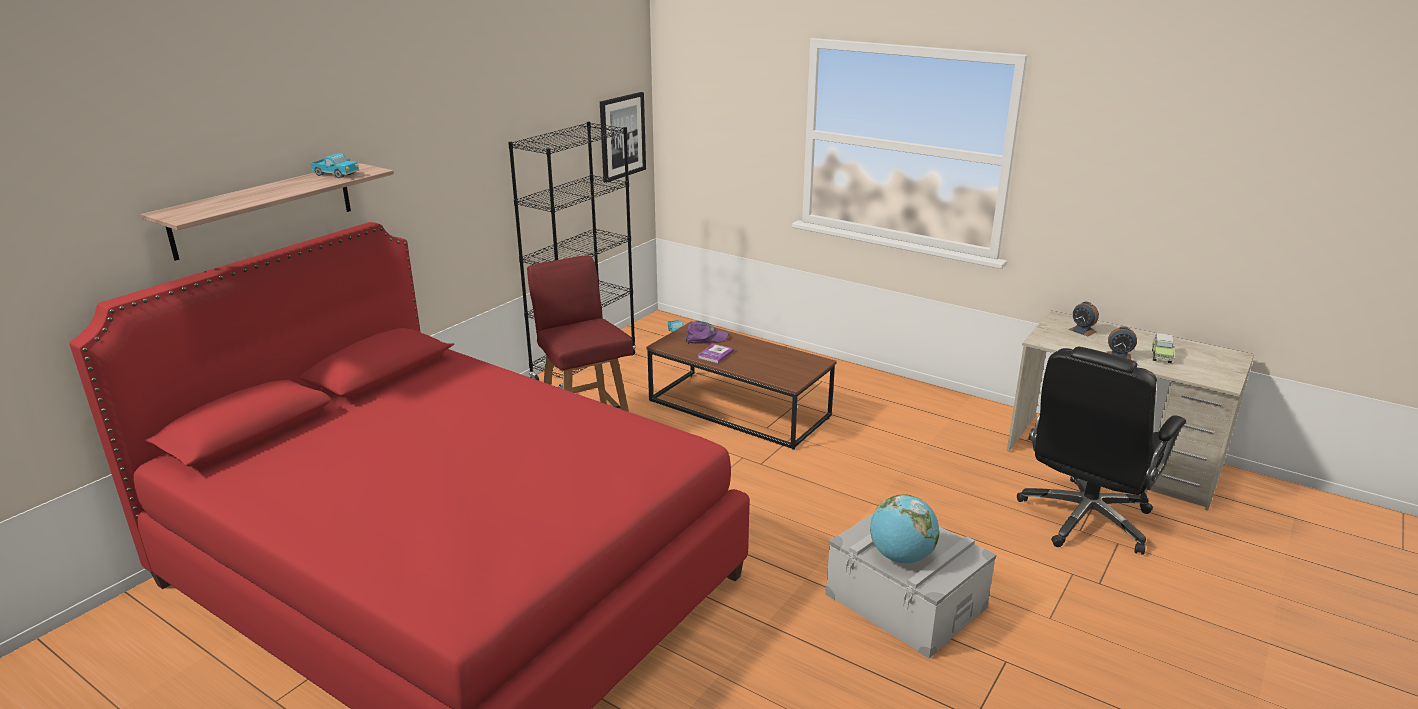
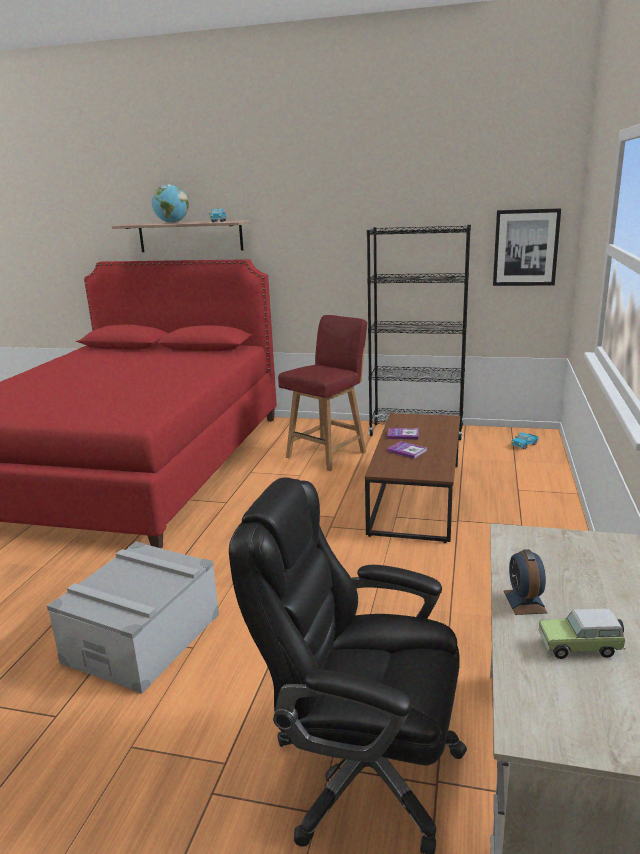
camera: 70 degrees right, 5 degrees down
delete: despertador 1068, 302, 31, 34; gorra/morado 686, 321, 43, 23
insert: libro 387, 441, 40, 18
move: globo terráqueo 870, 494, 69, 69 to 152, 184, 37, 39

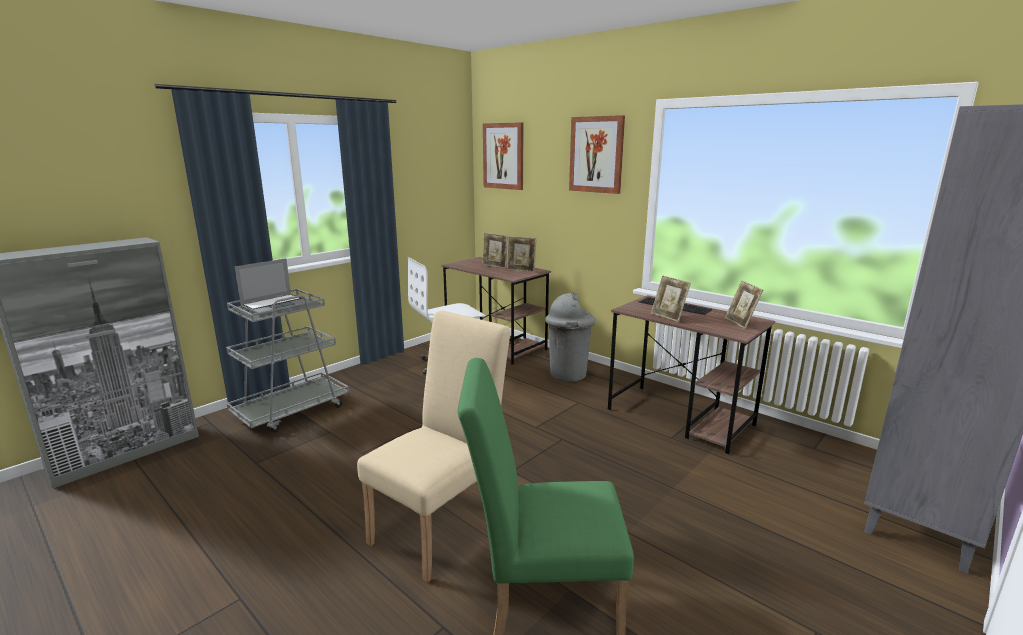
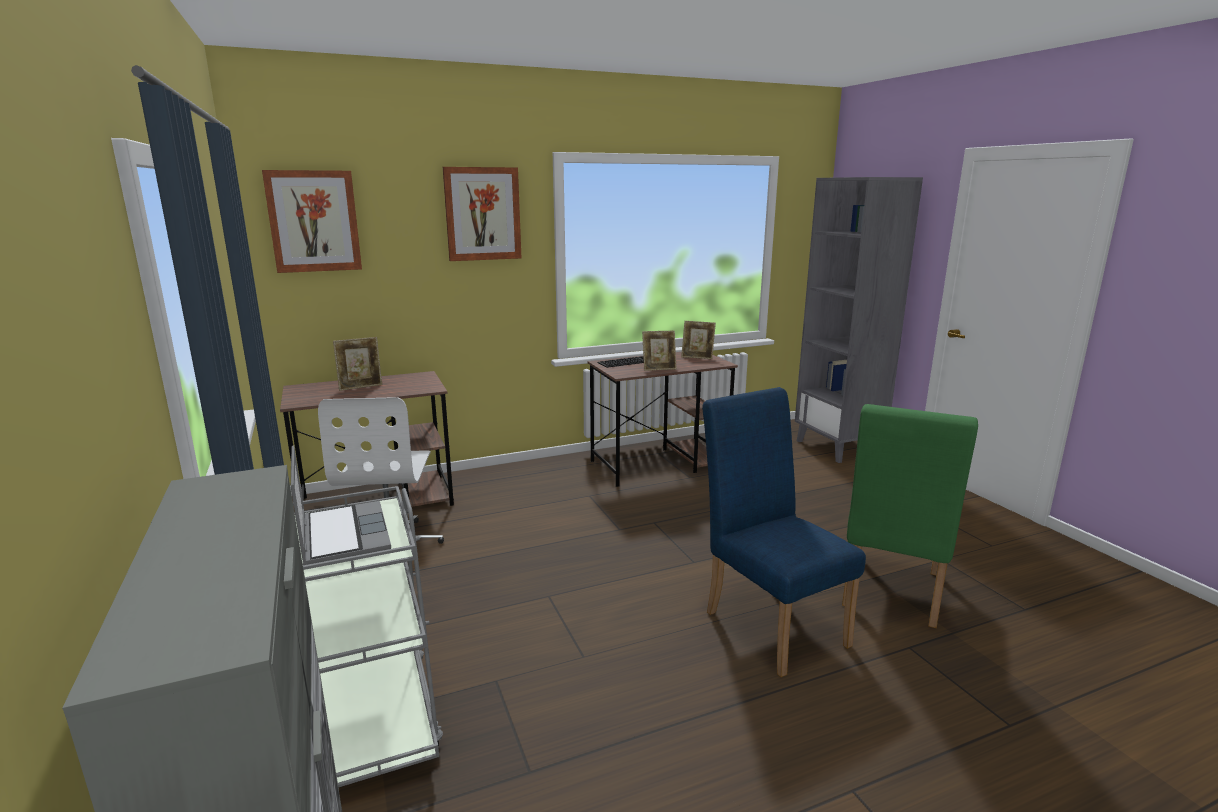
camera: 65 degrees left, 0 degrees up
delete: portarretratos 507, 236, 29, 36; papelera/gris 545, 292, 50, 90
recolor: silla/beis 357, 311, 154, 272 to silla/azul 702, 387, 164, 290

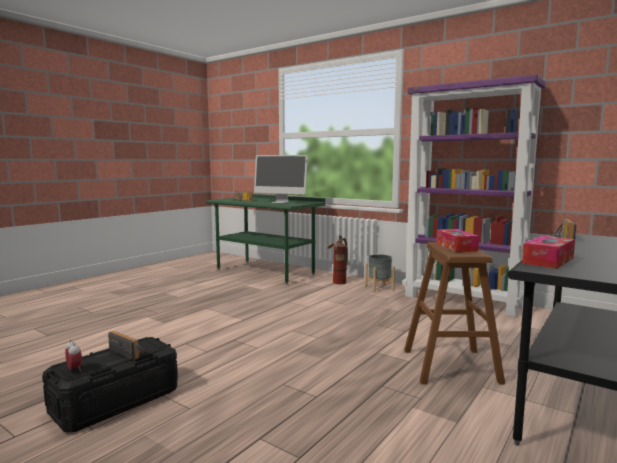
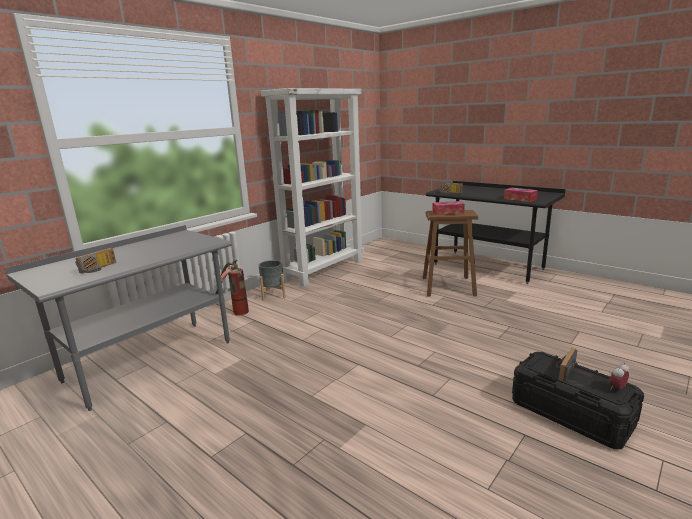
camera: 85 degrees left, 10 degrees up
delete: monitor 254, 155, 54, 48
recolor: estantería/morado 403, 74, 143, 243 to estantería/blanco 260, 88, 104, 199; escritorio/verde 206, 194, 119, 91 to escritorio/gris 5, 225, 227, 186

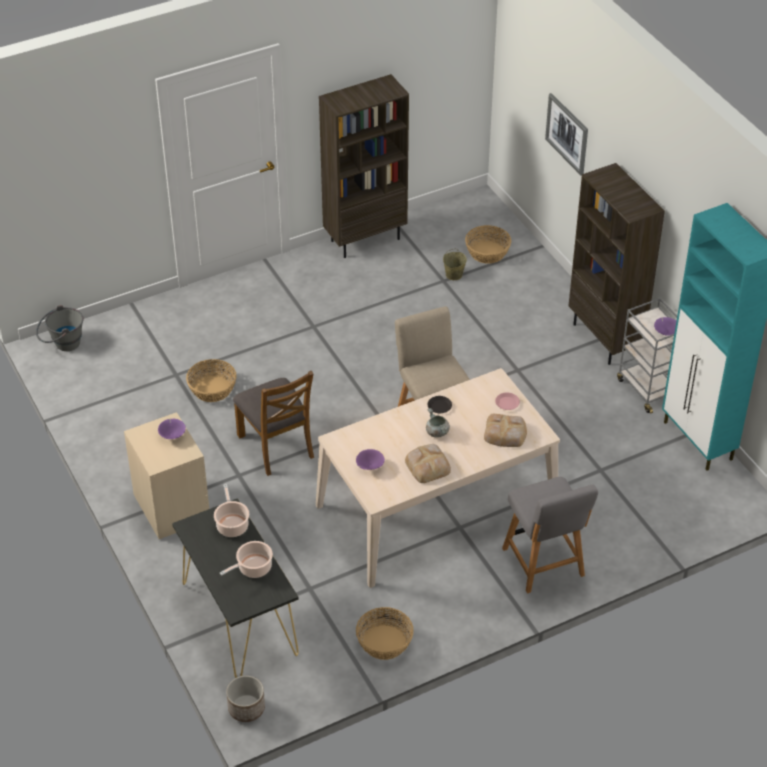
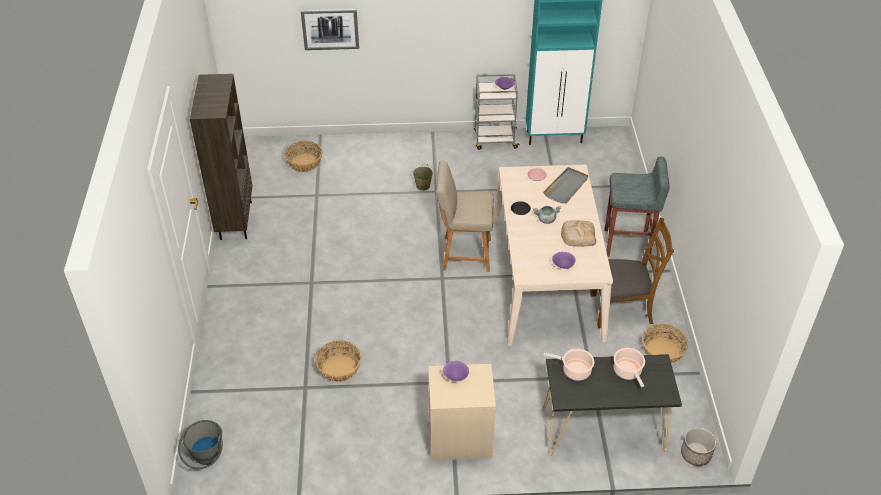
camera: 65 degrees left, 0 degrees up
delete: estantería/marrón 569, 163, 96, 202
move: cubo/beis 443, 249, 24, 31 to 413, 166, 20, 25; silla/marrón 233, 371, 81, 105 to 590, 218, 84, 110
replace: pan 484, 414, 43, 33 to bandeja/gris 543, 167, 45, 37; silla/gris 502, 477, 96, 116 to taburete/gris 605, 157, 64, 100

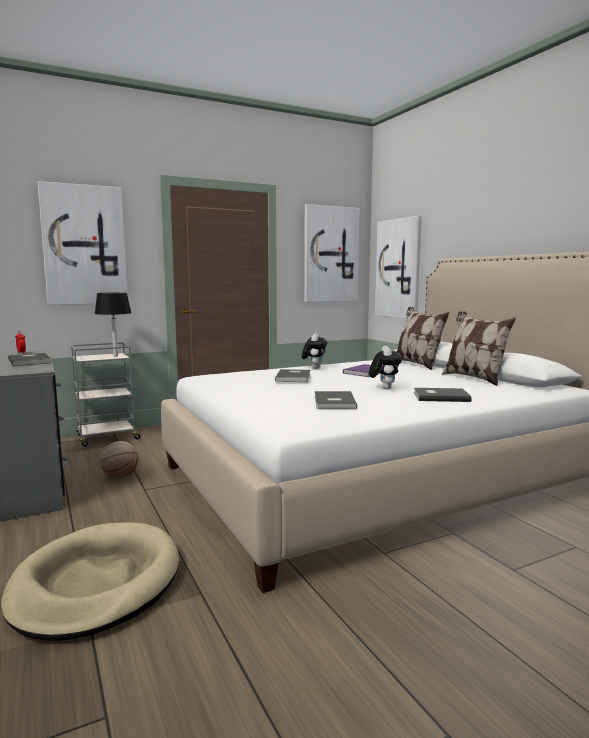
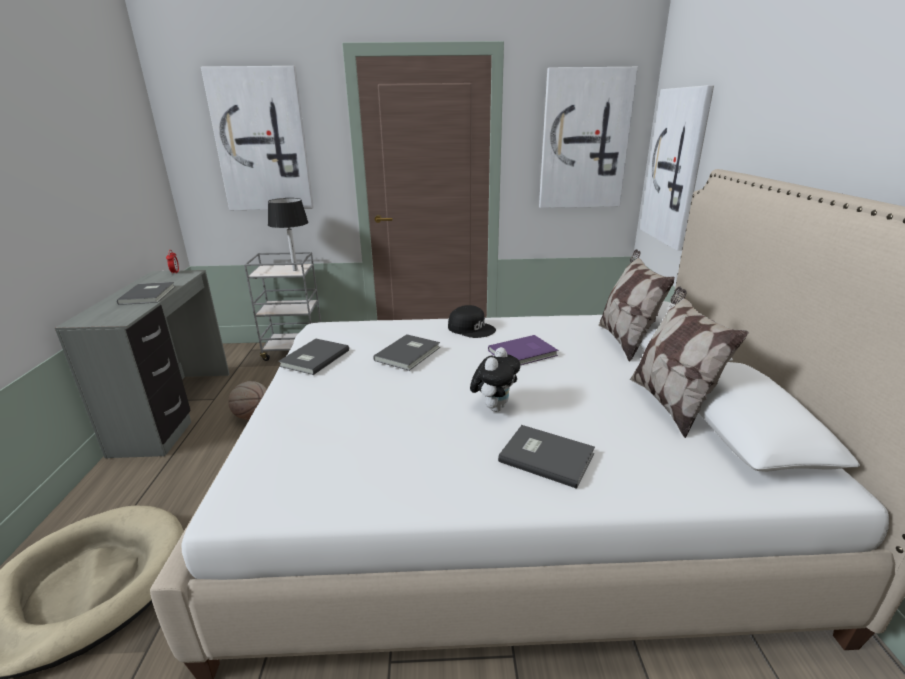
camera: 25 degrees right, 15 degrees up
move: libro/gris 315, 391, 42, 18 to 278, 339, 71, 36
replace: peluche 302, 333, 25, 36 to gorra/negro 448, 305, 48, 33

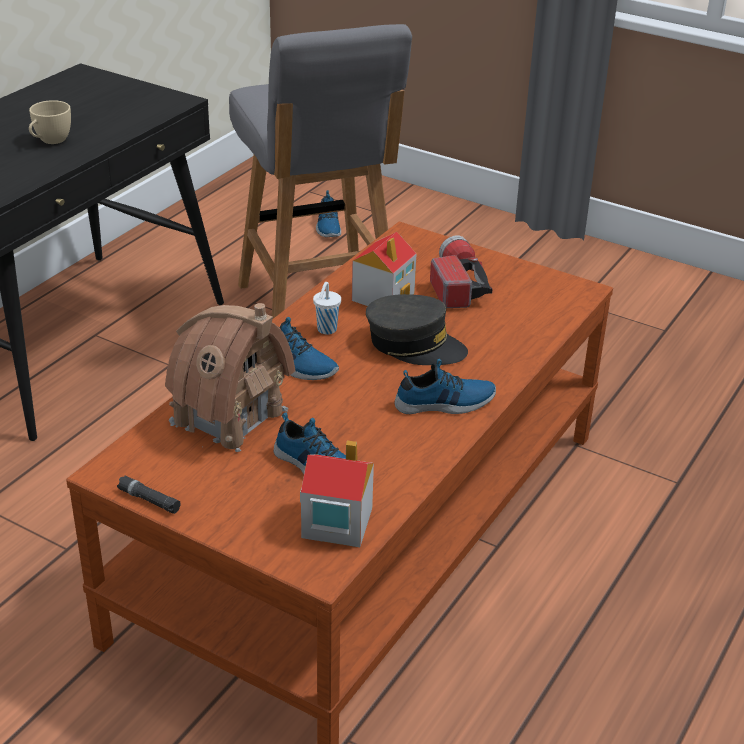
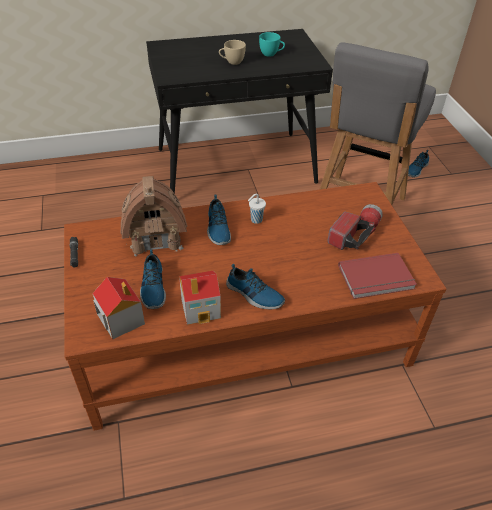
camera: 45 degrees right, 10 degrees up
delete: gorra/gris 366, 294, 102, 71
insert: taza/turquesa 259, 32, 26, 25; libro/rojo 338, 253, 79, 46
move: casita 352, 232, 64, 74 to 179, 271, 42, 54

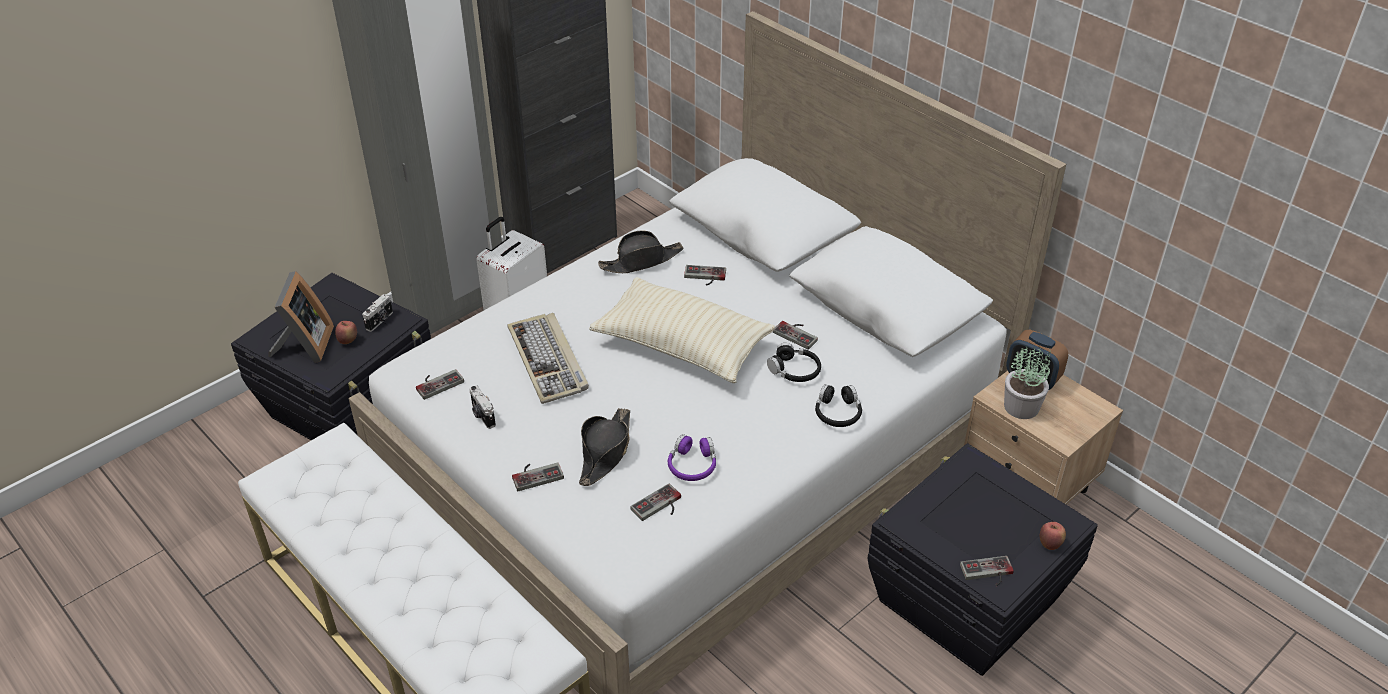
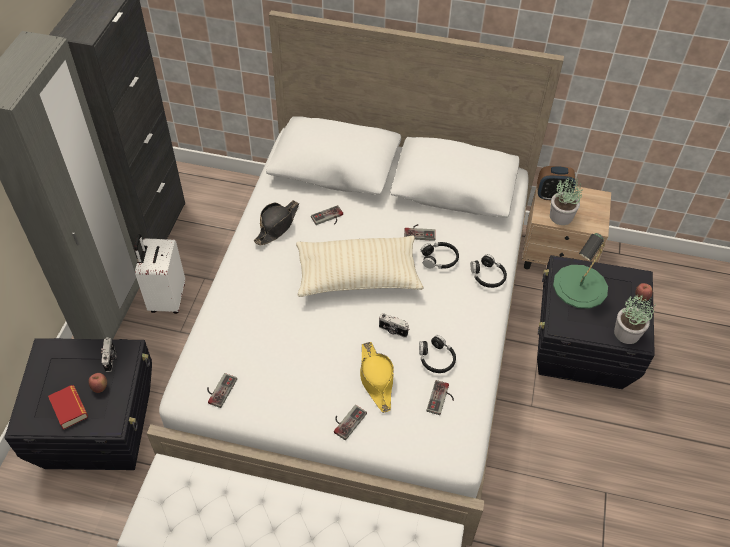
camera: 35 degrees left, 10 degrees up
delete: teclado 507, 313, 82, 91
insert: lámpara de mesa/verde 553, 233, 55, 76
move: cámara 469, 386, 27, 43 to 379, 313, 30, 25
replace: portarretratos 269, 271, 65, 92 to libro 48, 385, 40, 45; mando de consola 960, 556, 54, 30 to planta en maceta 614, 294, 42, 50
recolor: sombrero/negro 579, 408, 51, 78 to sombrero/amarillo 360, 342, 34, 71; auriculares/morado 668, 434, 48, 47 to auriculares/negro 419, 335, 37, 38

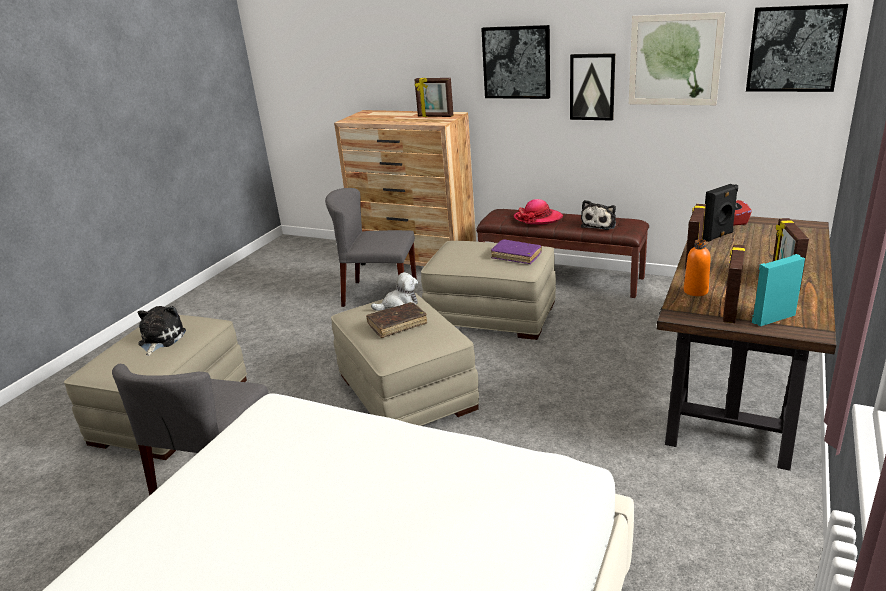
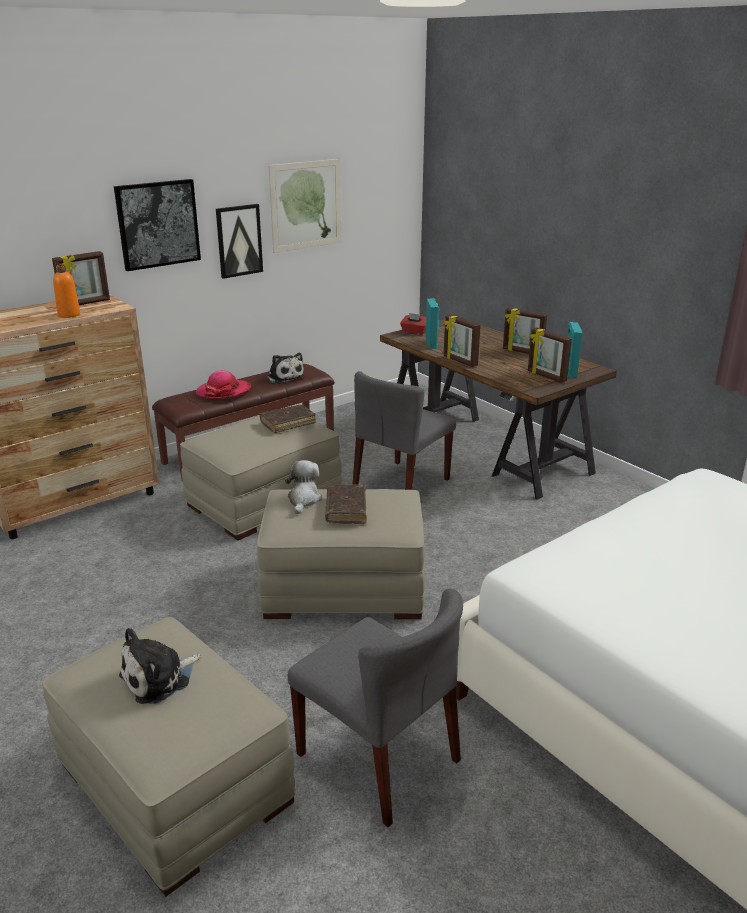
camera: 65 degrees left, 0 degrees up
delete: cuadro 746, 4, 102, 88
move: silla/gris 325, 188, 92, 119 to 353, 371, 103, 119; botella/naranja 684, 239, 27, 57 to 53, 264, 27, 54
recolor: altavoz/negro 703, 184, 35, 58 to altavoz/turquesa 426, 298, 14, 51; libro/morado 491, 239, 51, 25 to libro/marrón 259, 405, 57, 28
rotate: peluche 137, 306, 49, 50 = 119, 627, 82, 77 75 degrees counterclockwise

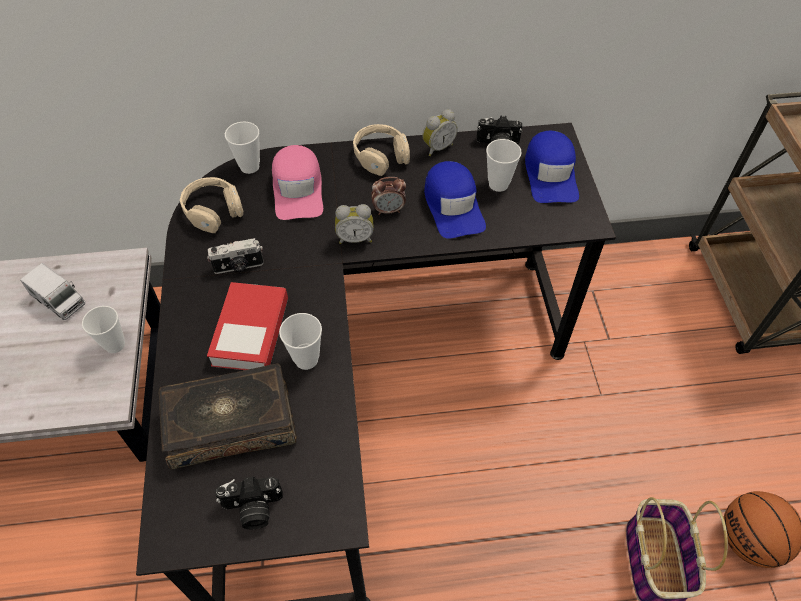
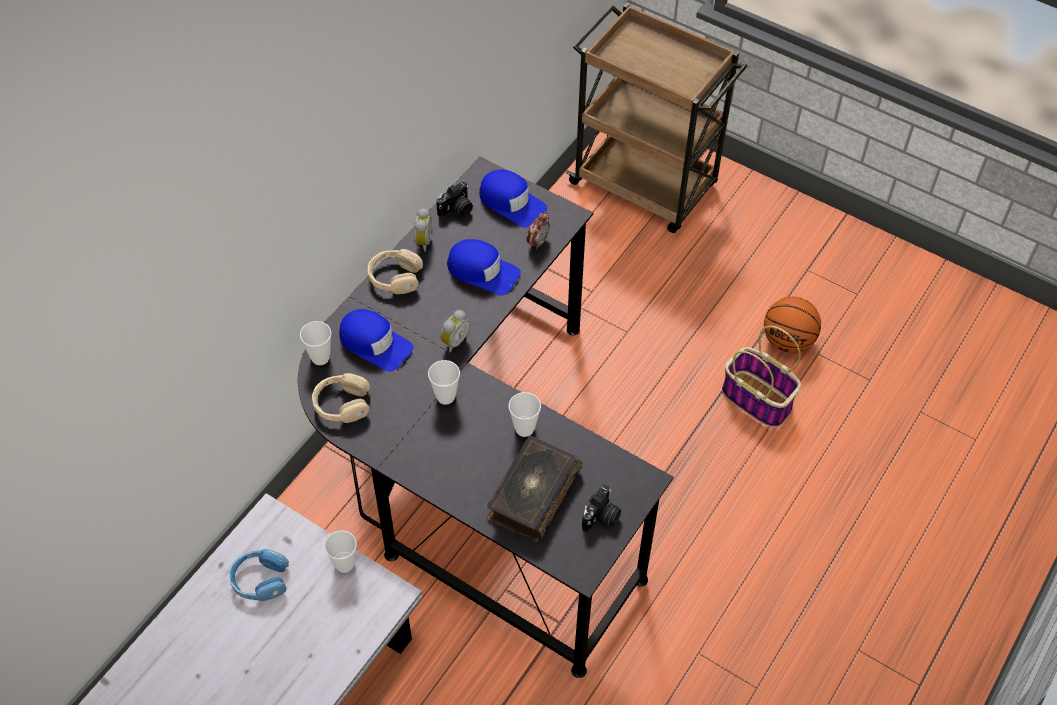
camera: 50 degrees left, 0 degrees up
delete: cámara 207, 238, 57, 36; libro 207, 282, 81, 88
move: taza 486, 139, 36, 53 to 428, 360, 32, 45; despertador 371, 177, 35, 38 to 526, 212, 24, 38
replace: camión de juguete 20, 263, 65, 57 to auriculares/azul 229, 549, 60, 52
recolor: gorra/rosa 272, 145, 51, 75 to gorra/azul 339, 309, 75, 63

